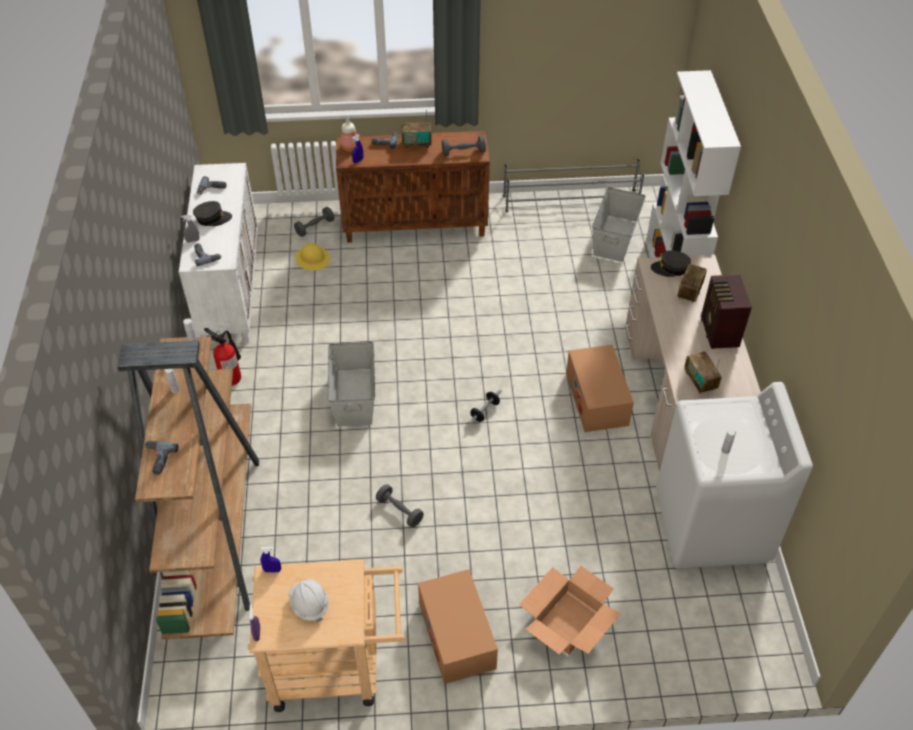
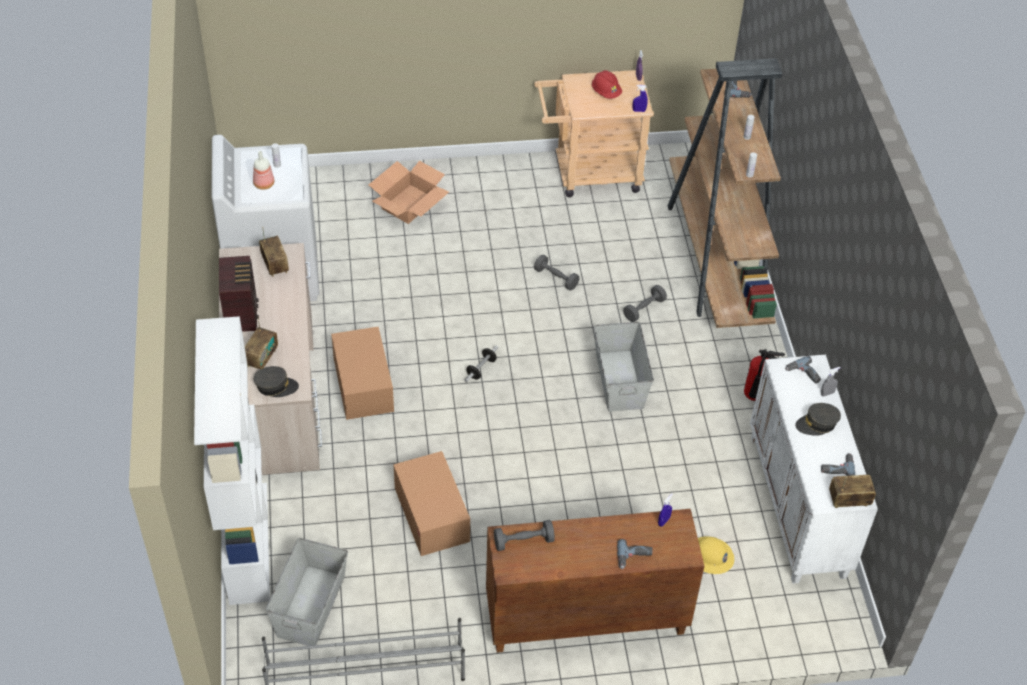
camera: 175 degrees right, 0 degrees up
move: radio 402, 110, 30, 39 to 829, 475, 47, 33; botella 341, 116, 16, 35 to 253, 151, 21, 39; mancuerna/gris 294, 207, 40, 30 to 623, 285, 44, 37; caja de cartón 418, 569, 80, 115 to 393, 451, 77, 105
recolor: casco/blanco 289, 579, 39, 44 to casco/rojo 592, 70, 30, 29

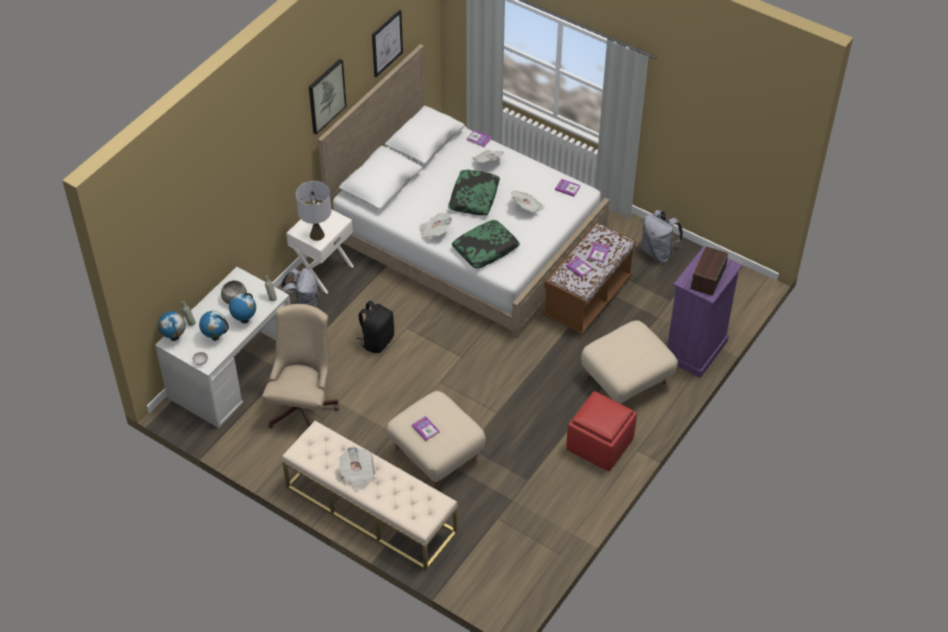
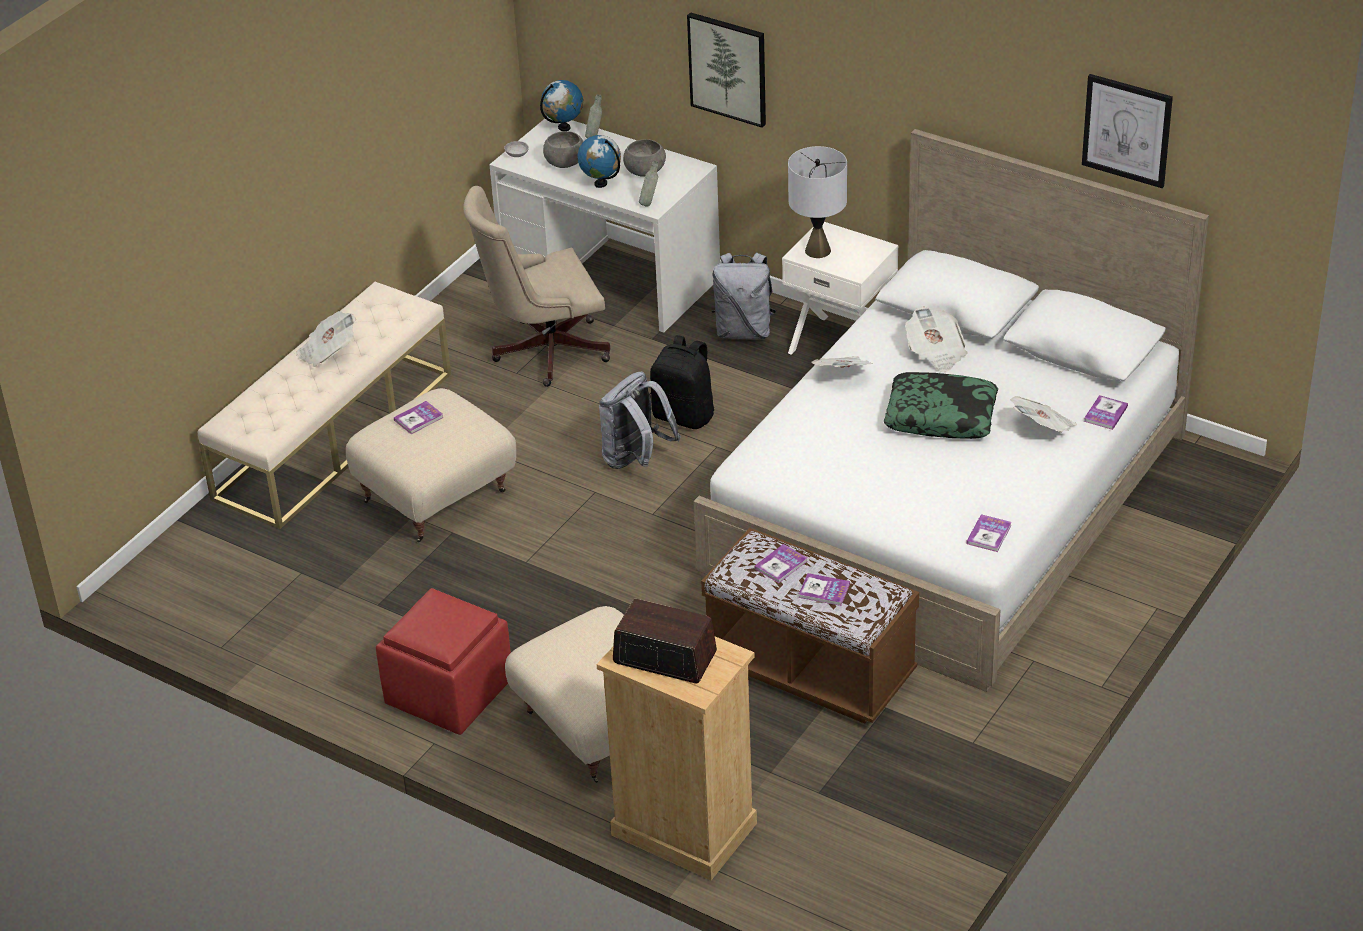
camera: 90 degrees right, 10 degrees down
delete: cojín 452, 220, 68, 49
move: cuadro 309, 59, 38, 76 to 687, 12, 79, 116; periódico 511, 191, 34, 21 to 905, 307, 63, 65; mochila/gris 641, 210, 42, 53 to 599, 372, 82, 97
replace: globo terráqueo 199, 311, 30, 30 to cuenco/gris 543, 131, 41, 37
recolor: cómoda/morado 667, 247, 75, 131 to cómoda/beis 597, 637, 160, 243
rotate: silla de oficina/beis 262, 304, 77, 124 = 464, 186, 146, 201 150 degrees clockwise

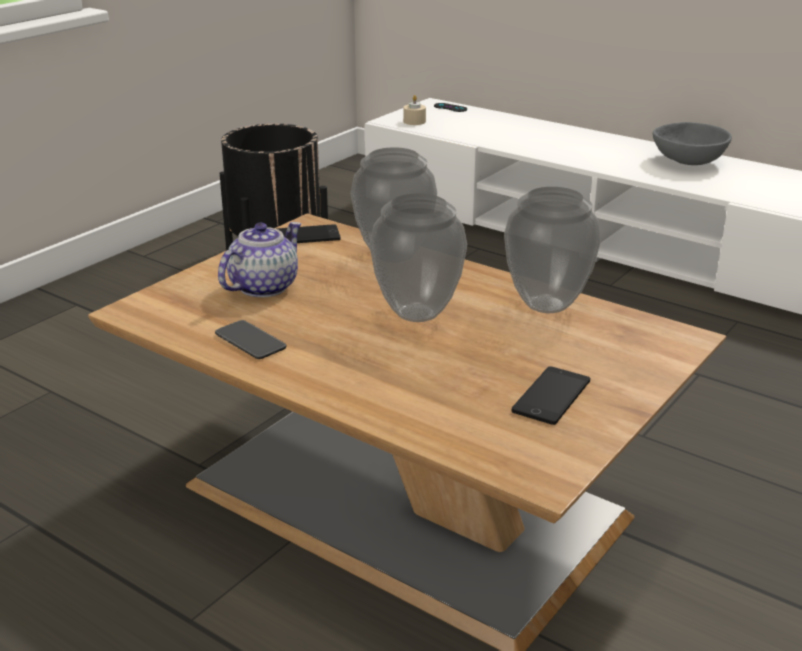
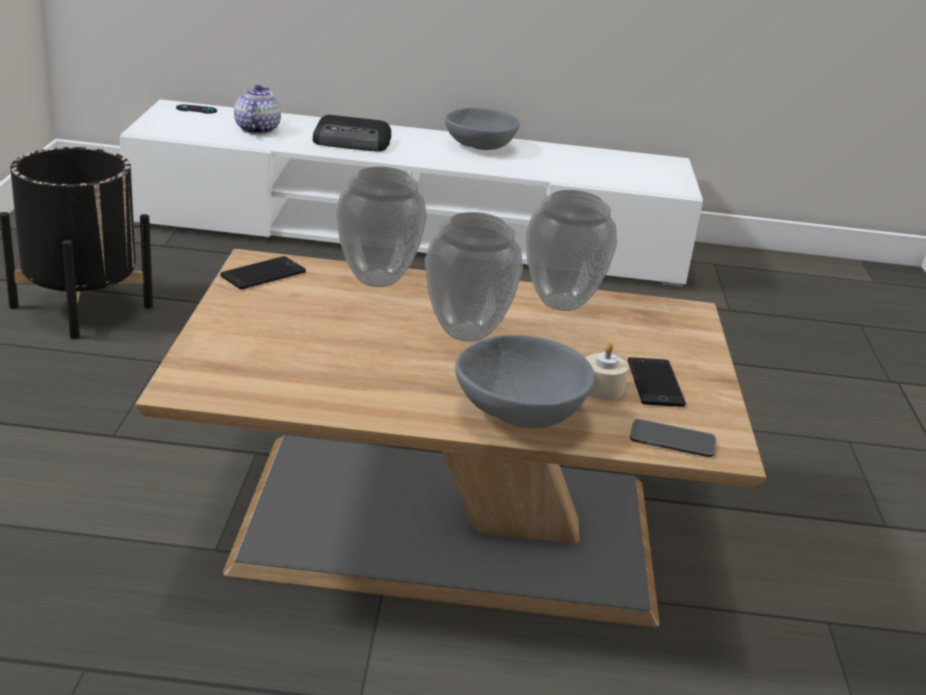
camera: 35 degrees left, 0 degrees up
insert: radio 313, 115, 78, 37; cuenco/gris 455, 335, 140, 93
move: vela/beis 403, 95, 23, 30 to 586, 343, 42, 57; tetera 218, 222, 84, 76 to 234, 85, 47, 49; móvil 215, 320, 71, 39 to 630, 419, 86, 38

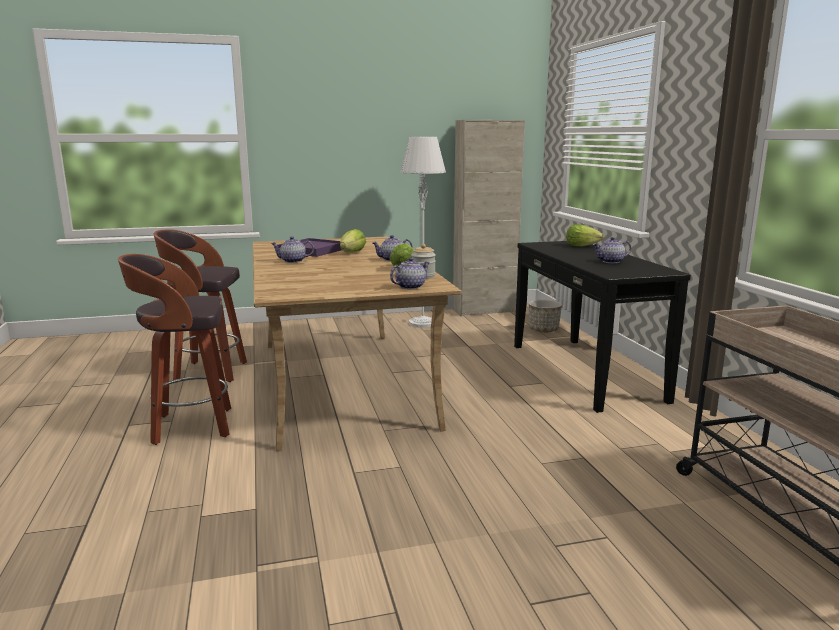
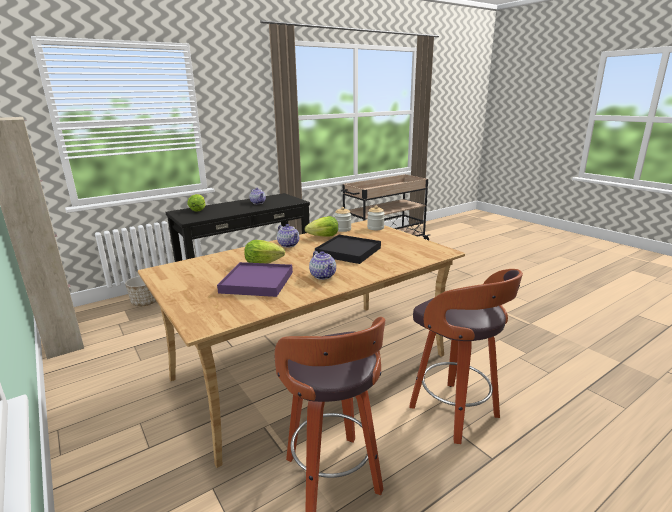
camera: 110 degrees left, 5 degrees up
delete: lámpara de pie/blanco 400, 137, 46, 191
insert: bandeja/negro 315, 235, 66, 29
replace: tetera 390, 257, 40, 32 to tarro 367, 206, 18, 24

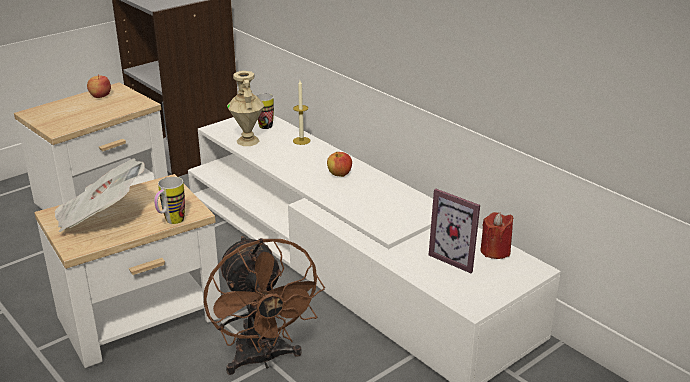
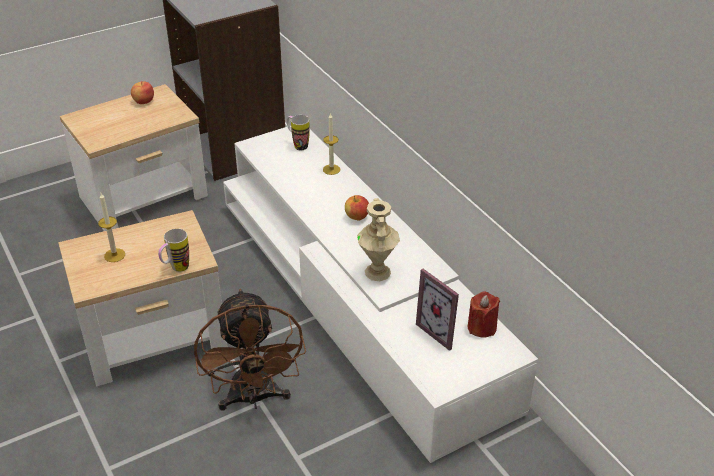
camera: 10 degrees right, 10 degrees up
move: florero/beis 227, 71, 38, 75 to 357, 198, 43, 83
replace: periódico 54, 158, 91, 75 to vela 98, 193, 27, 69

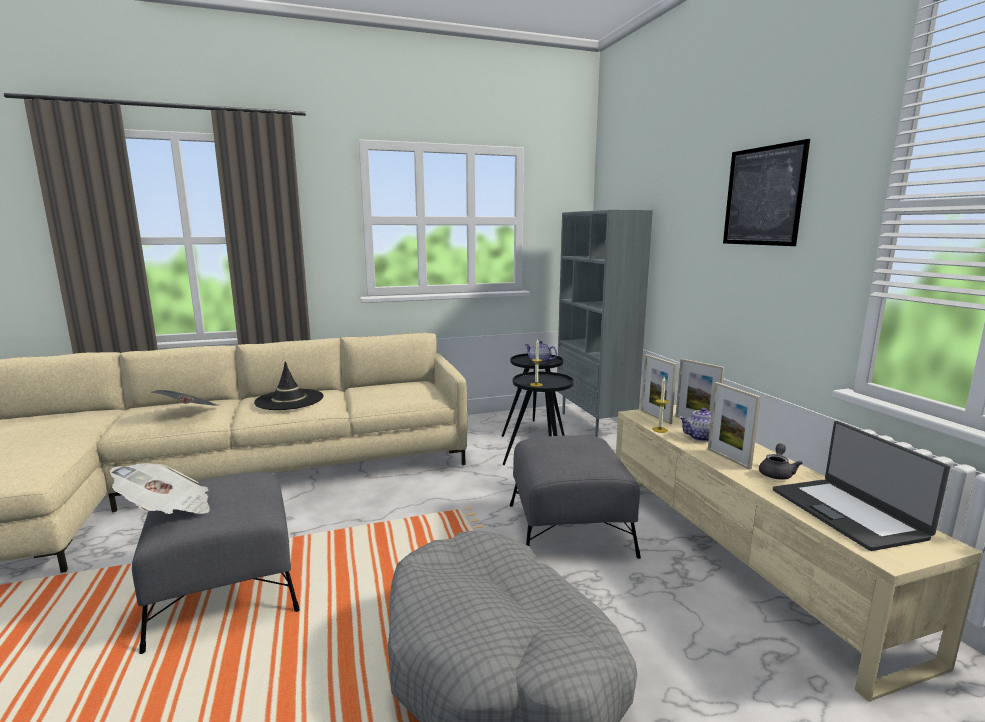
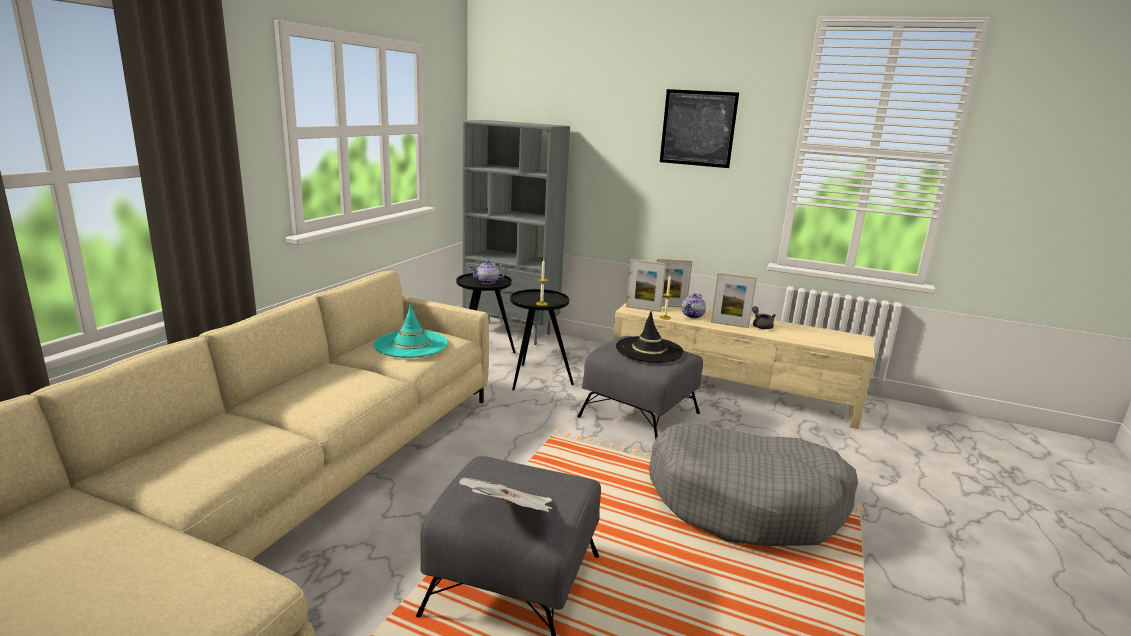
camera: 50 degrees left, 5 degrees up
delete: periódico 151, 390, 66, 16; portátil 773, 421, 177, 130
insert: sombrero/turquesa 374, 303, 74, 55
move: sombrero/negro 254, 361, 70, 49 to 616, 311, 68, 52

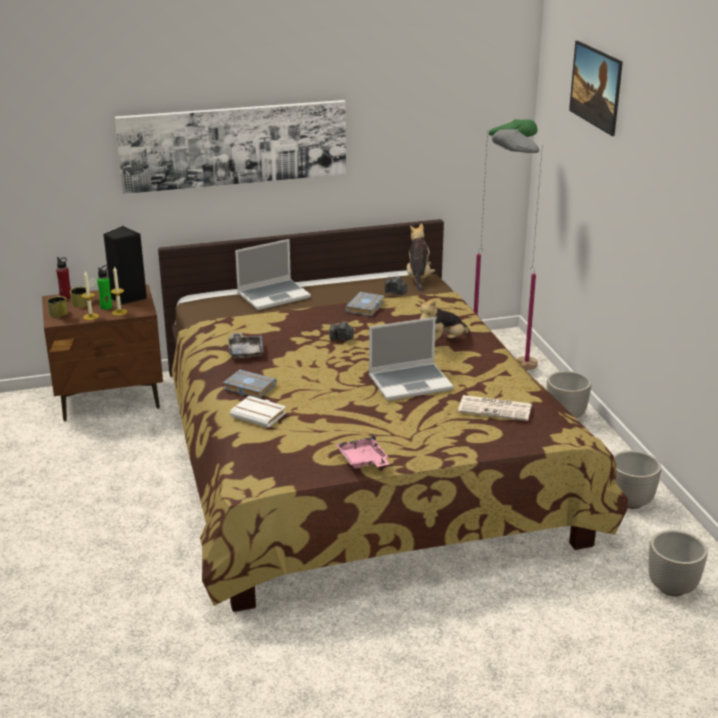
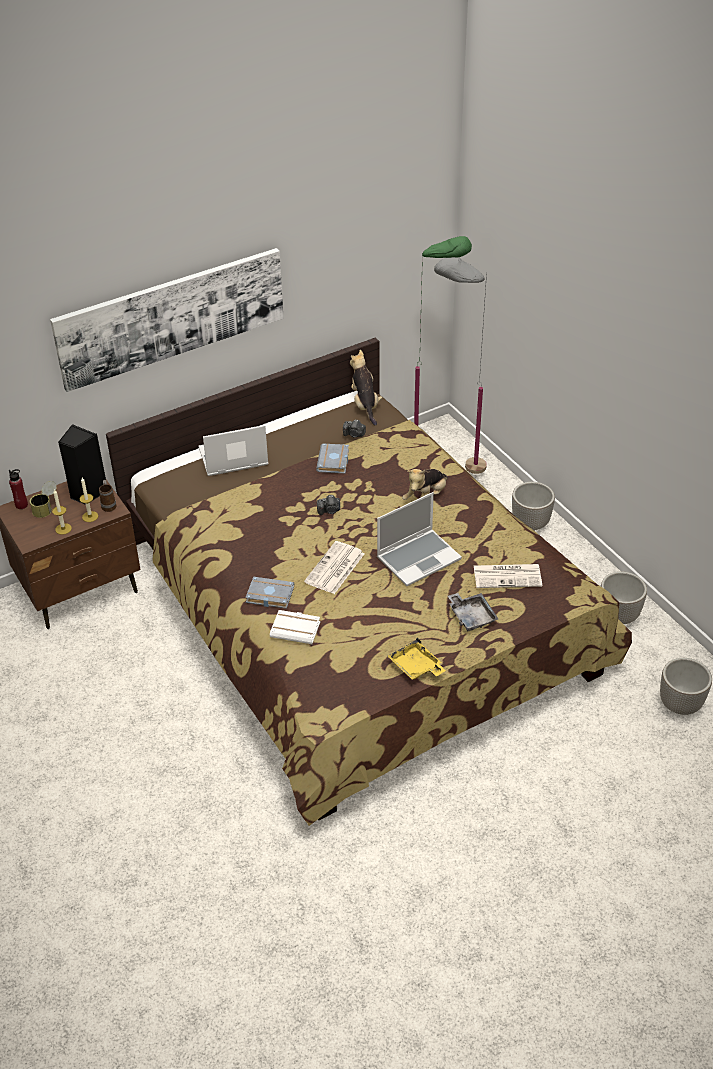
camera: 15 degrees left, 15 degrees up
delete: cuadro 569, 41, 54, 95; botella/verde 97, 265, 15, 45; lata 47, 296, 23, 21
insert: taza grande 99, 480, 17, 32; periódico 304, 541, 60, 53
move: bandeja/gris 228, 333, 36, 26 to 448, 593, 50, 38
recolor: bandeja/rosa 336, 434, 53, 35 to bandeja/amarillo 388, 638, 58, 41
rotate: portátil 235, 239, 76, 71 = 199, 425, 69, 51 150 degrees counterclockwise

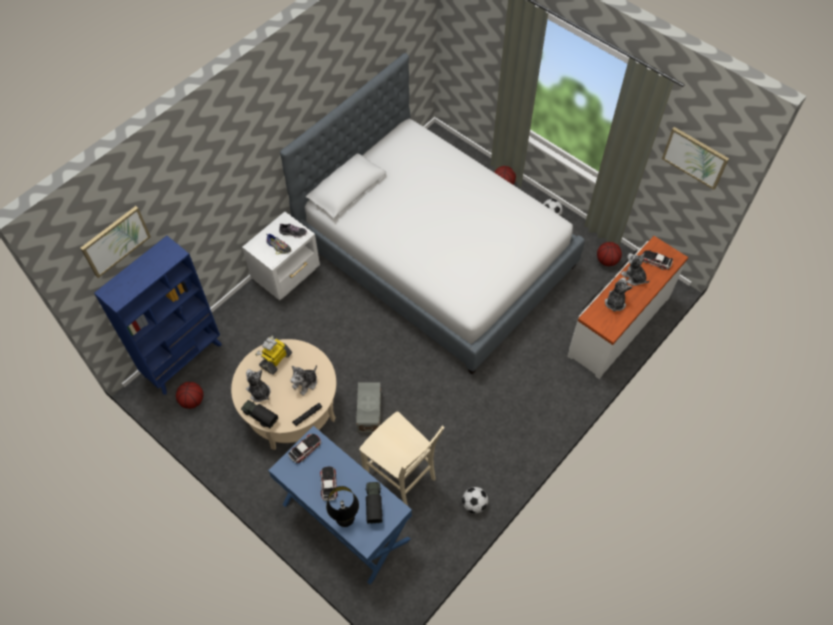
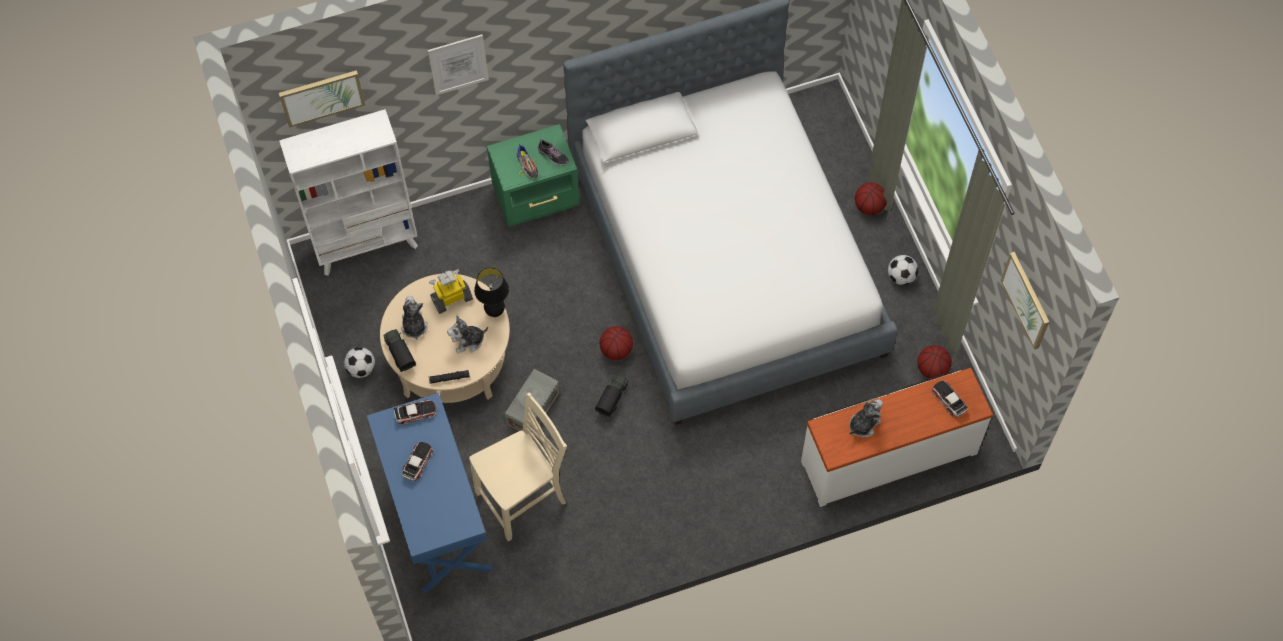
camera: 30 degrees right, 5 degrees up
delete: peluche 621, 253, 29, 33
insert: cuadro 428, 34, 61, 61
move: balón de baloncesto 176, 382, 27, 27 to 599, 326, 34, 34; camión de juguete 366, 482, 17, 41 to 595, 374, 34, 43; lámpara de mesa/negro 326, 486, 33, 41 to 474, 268, 35, 49; balón de fútbol 462, 487, 26, 26 to 344, 347, 31, 31
recolor: mesita de noche/blanco 242, 212, 78, 89 to mesita de noche/verde 487, 124, 93, 102; estantería/azul 94, 235, 128, 160 to estantería/blanco 279, 109, 139, 167
rotate: silla/beis 359, 411, 86, 95 = 469, 392, 98, 150 105 degrees counterclockwise

